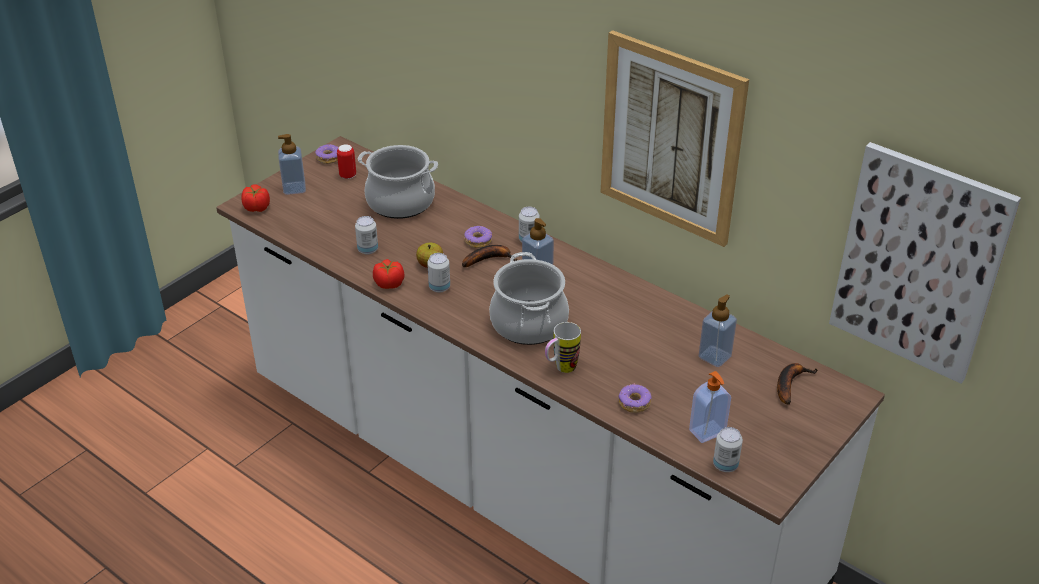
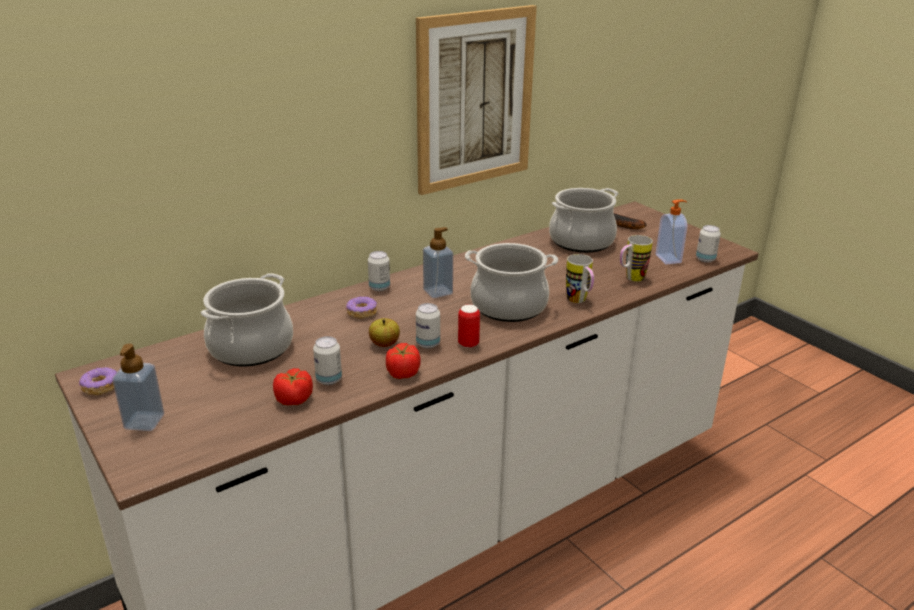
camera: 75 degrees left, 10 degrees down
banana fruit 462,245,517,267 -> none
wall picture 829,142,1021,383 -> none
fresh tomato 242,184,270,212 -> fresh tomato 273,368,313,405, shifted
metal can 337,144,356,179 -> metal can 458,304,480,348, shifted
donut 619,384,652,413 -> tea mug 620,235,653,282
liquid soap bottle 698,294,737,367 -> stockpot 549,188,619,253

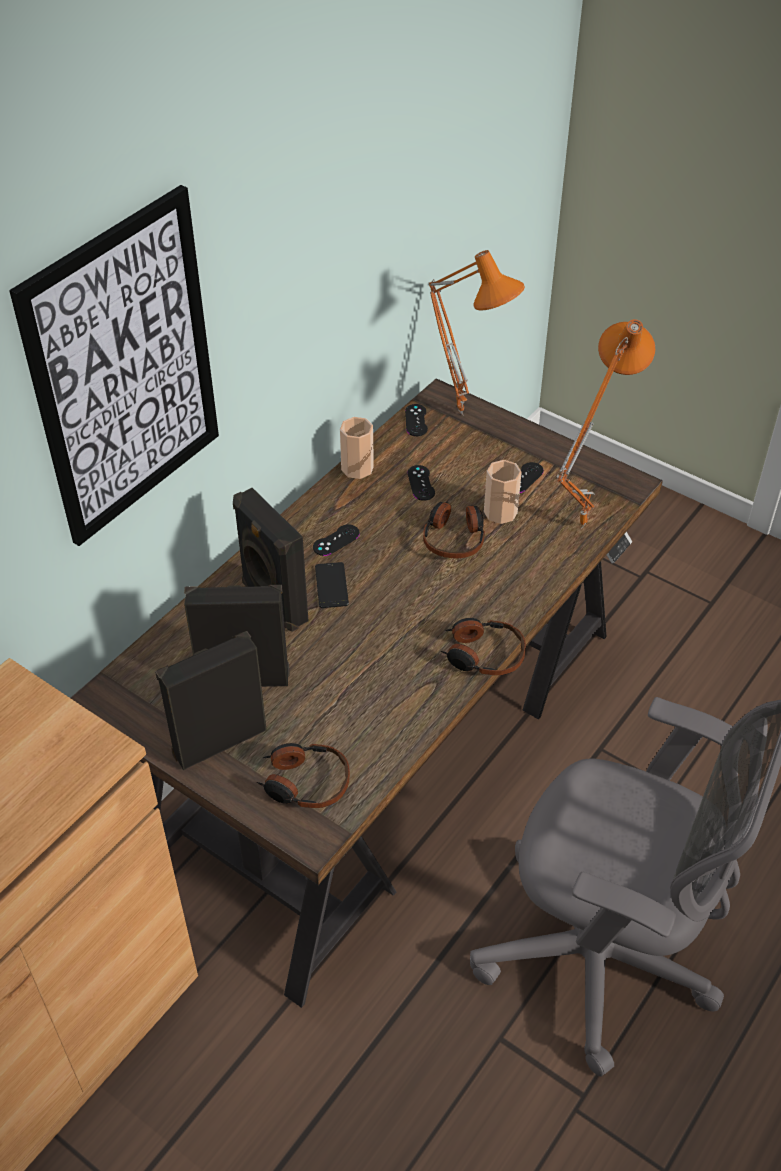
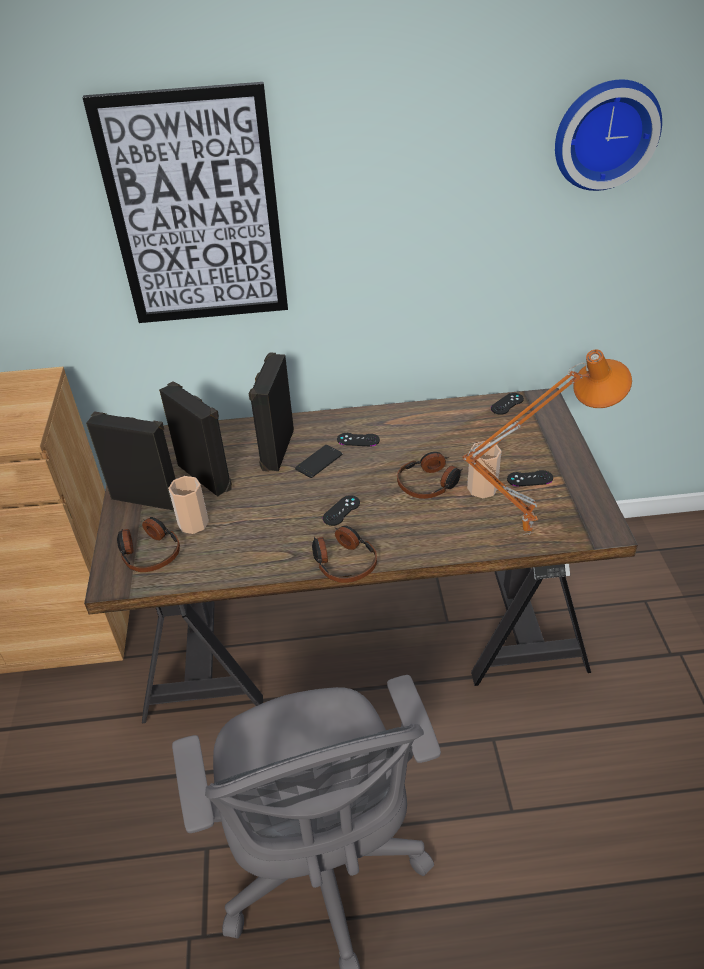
camera: 50 degrees right, 5 degrees down
table lamp (orange) 428,250,525,415 -> none
none -> clock on the wall 555,79,662,191
drinking cup 340,417,374,479 -> drinking cup 168,476,209,534, shifted
joypad (blackish) 408,465,435,501 -> joypad (blackish) 323,495,360,526, shifted

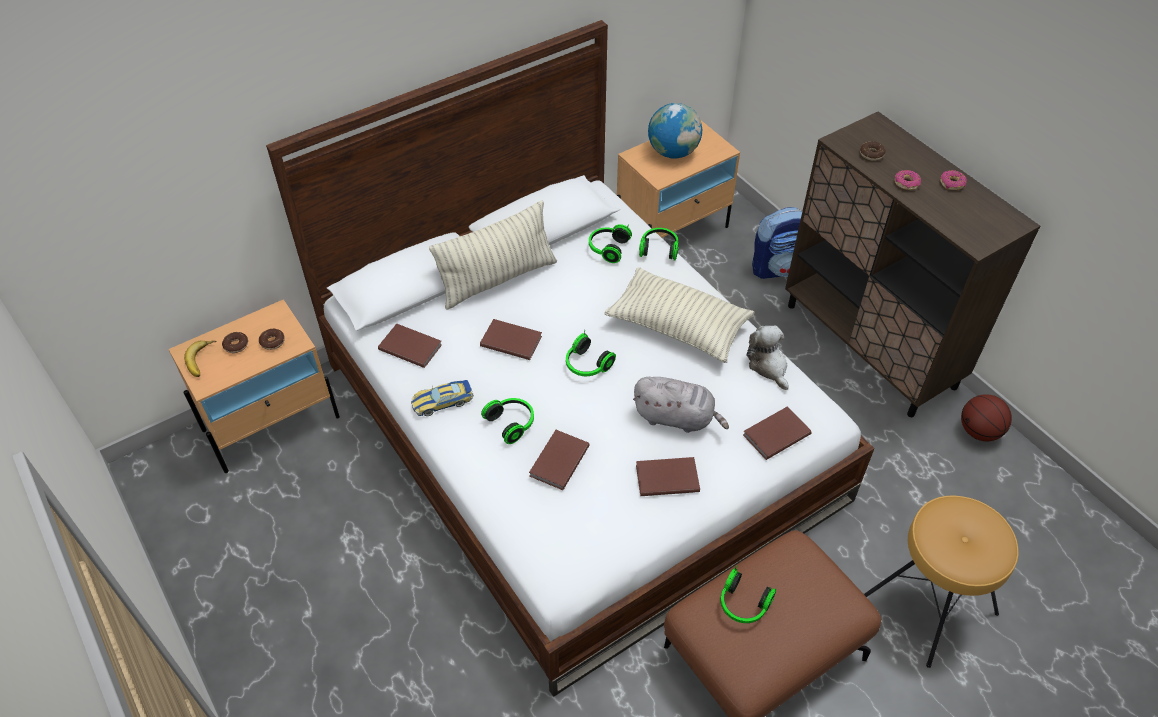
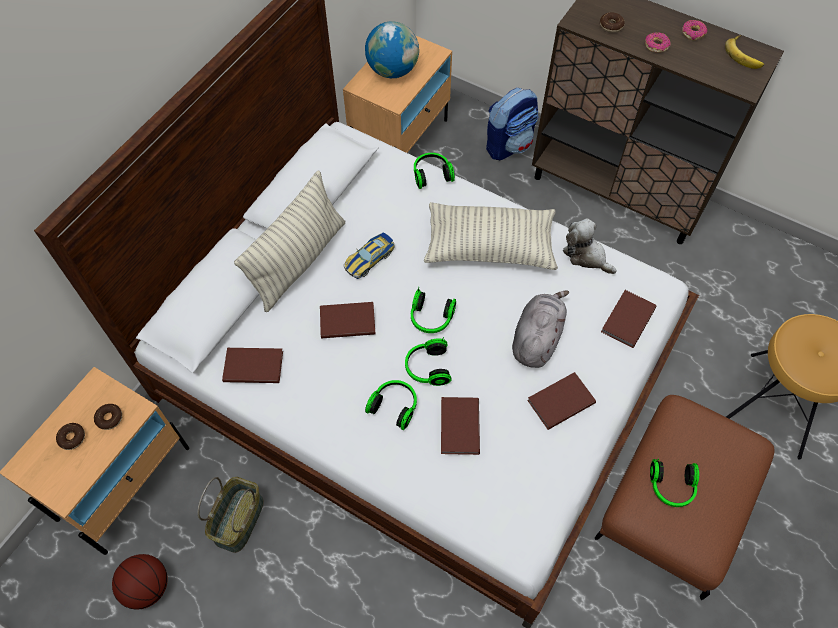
camera: 25 degrees left, 10 degrees up
none -> storage basket 197,477,264,553
banana fruit 184,340,216,377 -> banana fruit 725,35,764,69, shifted
miniature car 411,380,473,416 -> miniature car 344,232,395,279, shifted
headset 589,224,632,263 -> headset 405,337,452,386, shifted
basketball 961,394,1012,441 -> basketball 112,554,168,610, shifted
plush toy (gray) 633,377,729,433 -> plush toy (gray) 512,290,569,368, 60 degrees counterclockwise

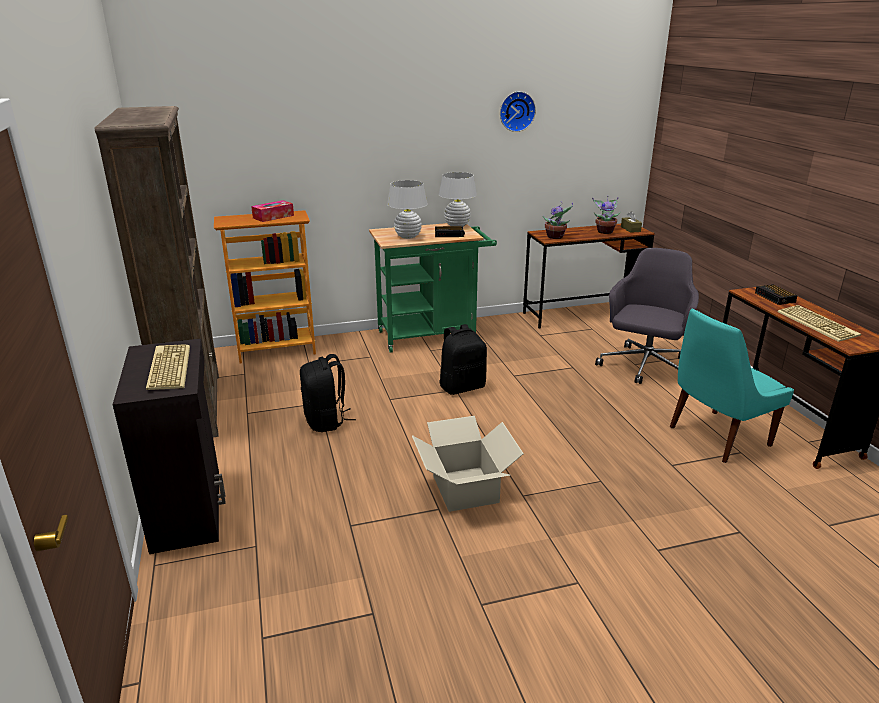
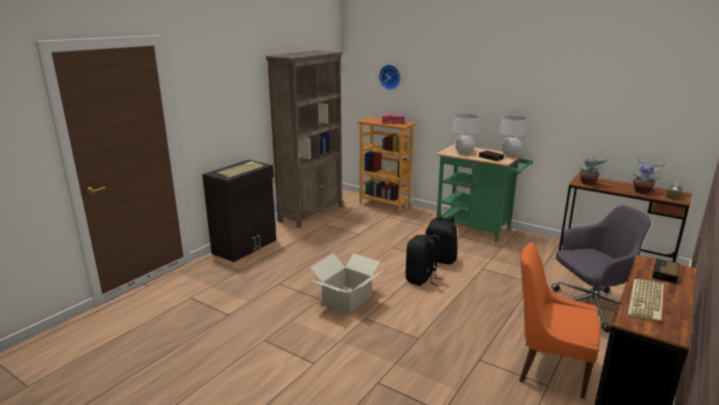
camera: 50 degrees right, 5 degrees down
knapsack (blackish) 300,354,356,432 -> knapsack (blackish) 405,234,444,286, shifted
clock on the wall 500,91,536,132 -> clock on the wall 379,65,401,90, shifted
plain chair (turquoise) 670,308,794,463 -> plain chair (orange) 519,242,600,399

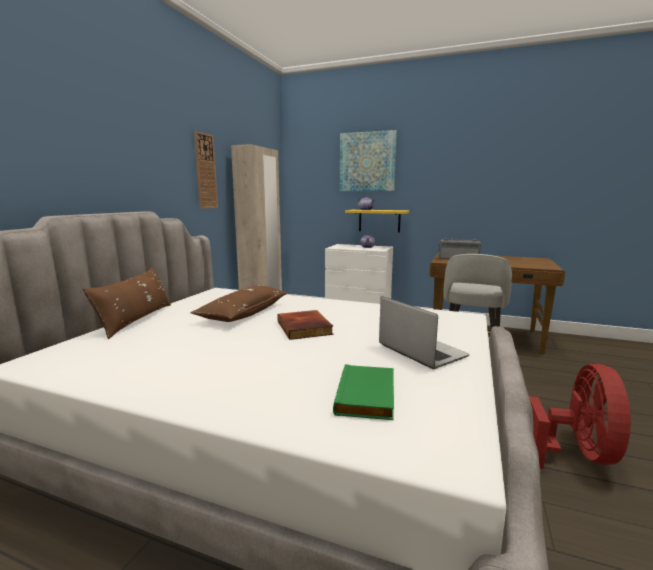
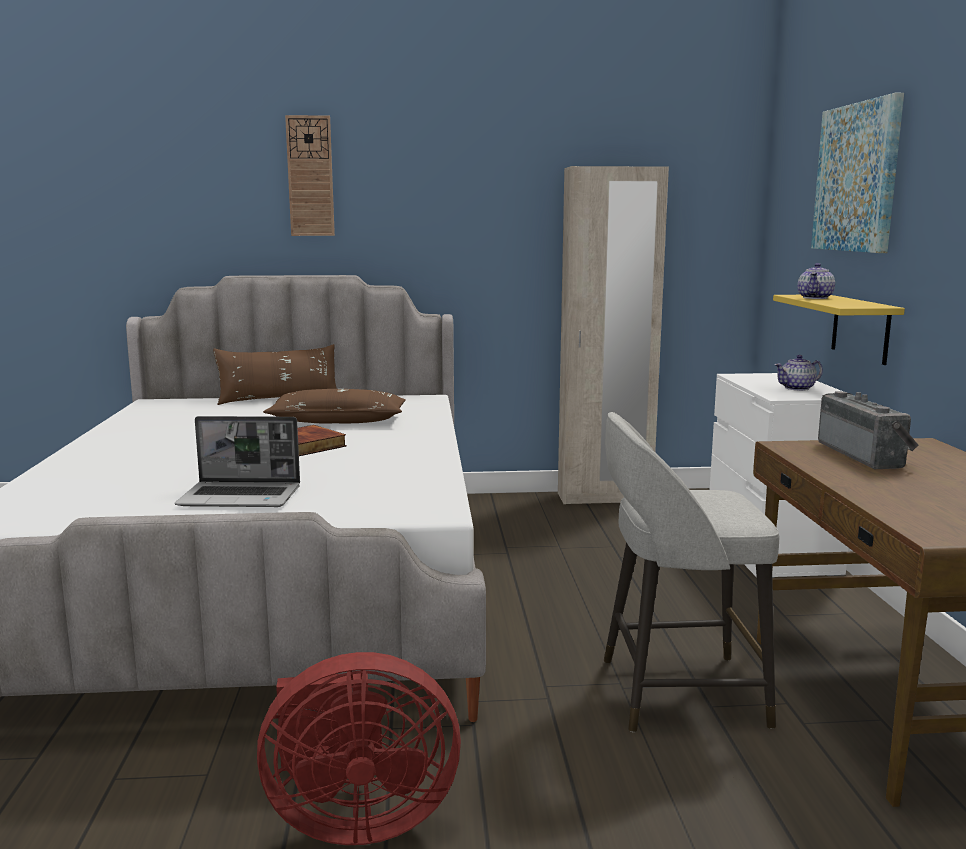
camera: 65 degrees right, 0 degrees up
volume (green) 333,364,394,420 -> none
clock on the wall 194,131,218,209 -> clock on the wall 285,115,335,236, shifted
notebook computer 379,296,470,369 -> notebook computer 175,416,300,507, 60 degrees clockwise

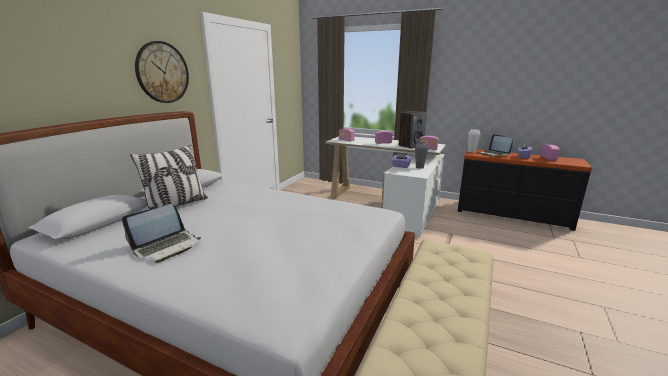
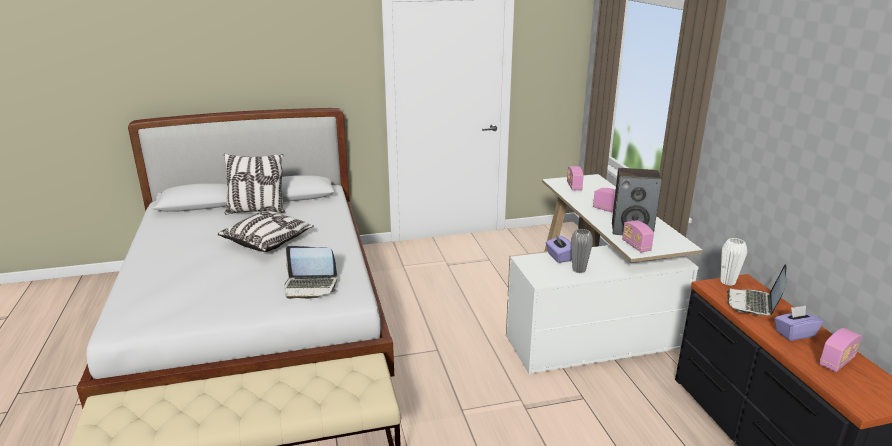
camera: 50 degrees right, 5 degrees up
clock on the wall 135,41,189,103 -> none
none -> throw pillow 218,211,314,252
notebook computer 122,204,201,263 -> notebook computer 284,246,338,299, shifted

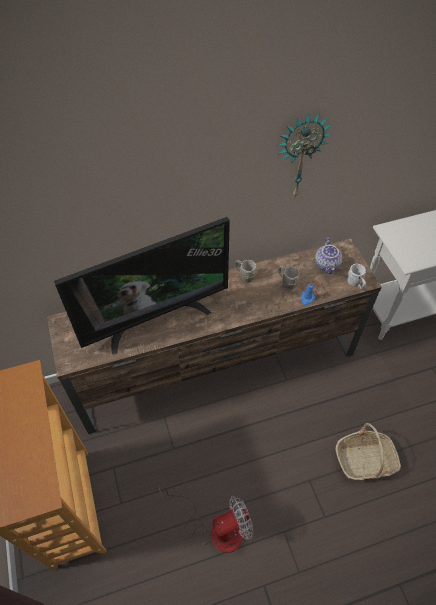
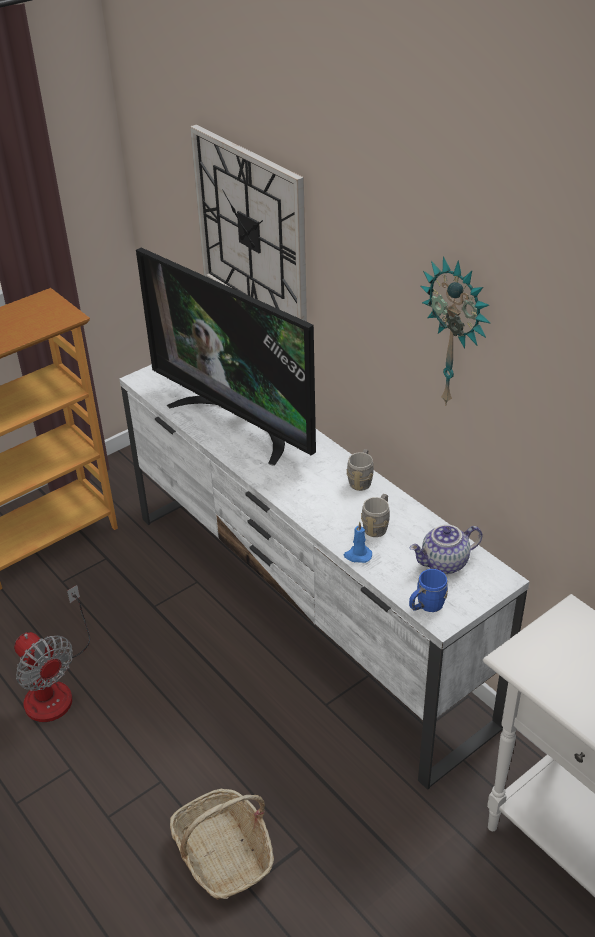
camera: 70 degrees right, 15 degrees down
none -> clock on the wall 190,125,307,322
media console (brown) 47,239,382,434 -> media console (white-coloured) 119,364,530,790
tea mug (white-coloured) 347,264,366,289 -> tea mug (blue) 409,569,448,612

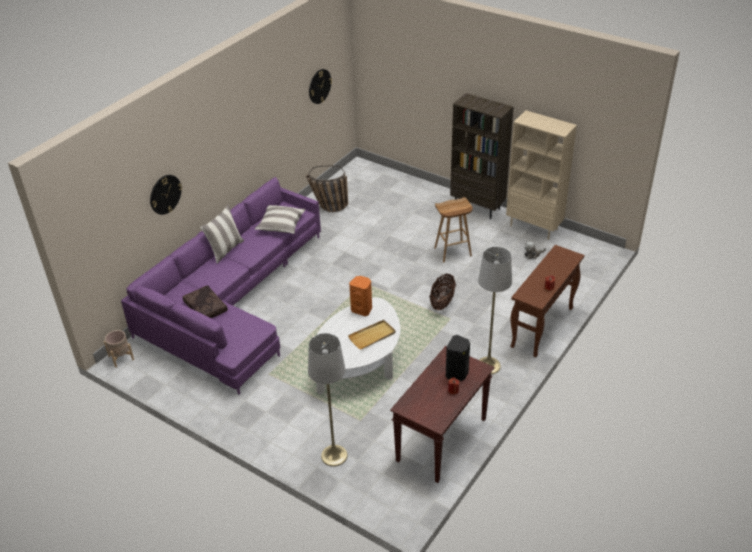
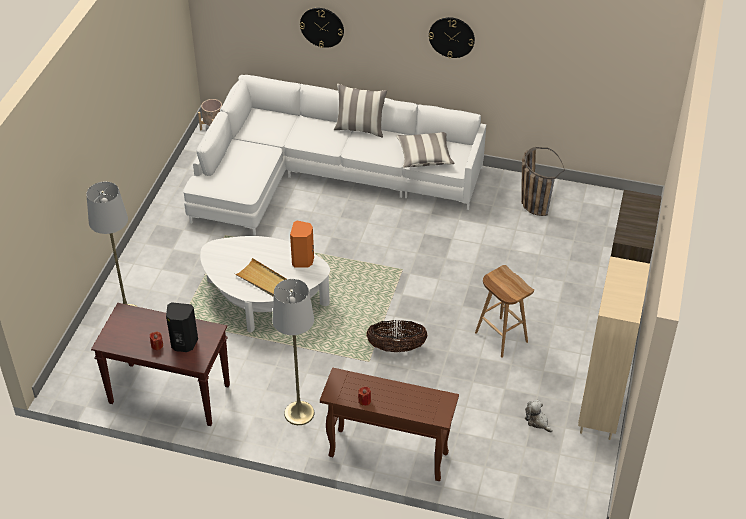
camera: 70 degrees right, 5 degrees up
throw pillow (brown) 182,285,228,318 -> none
clock on the wall 309,69,332,104 -> clock on the wall 429,17,475,58, shifted
sofa (purplish) 121,177,321,395 -> sofa (white-coloured) 183,75,486,236

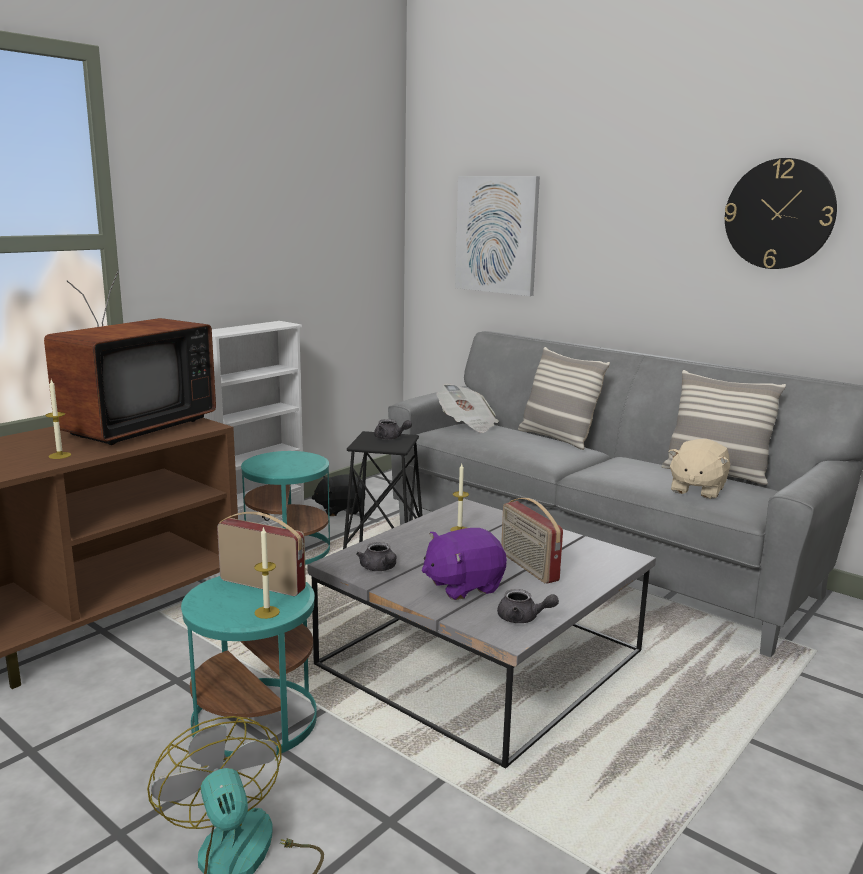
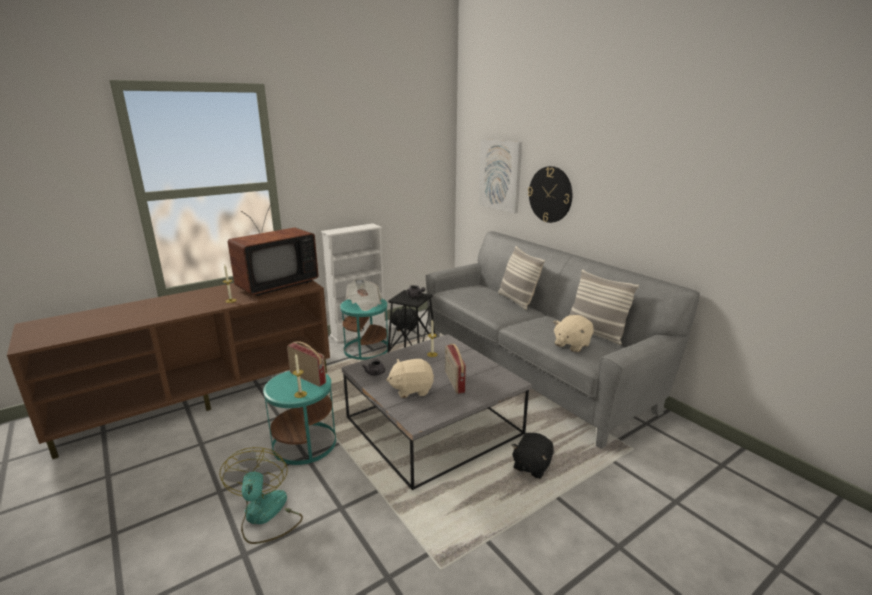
camera: 15 degrees right, 5 degrees up
pot for tea (gray) 497,589,559,623 -> none
none -> plush toy (blackish) 511,433,554,479
daily paper 436,384,499,433 -> daily paper 347,279,382,311, shifted
clock on the wall 724,158,837,269 -> clock on the wall 528,166,572,223, shifted
plush toy (purplish) 422,528,507,600 -> plush toy (sand-coloured) 386,359,434,398

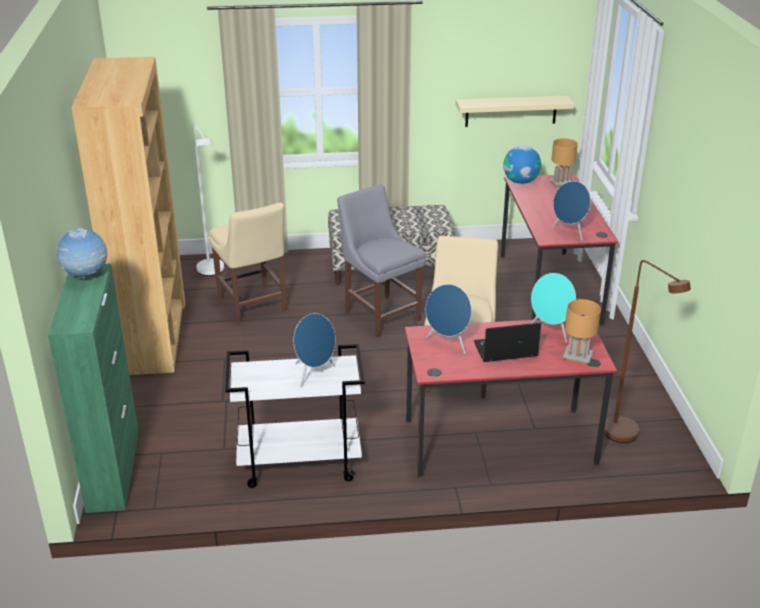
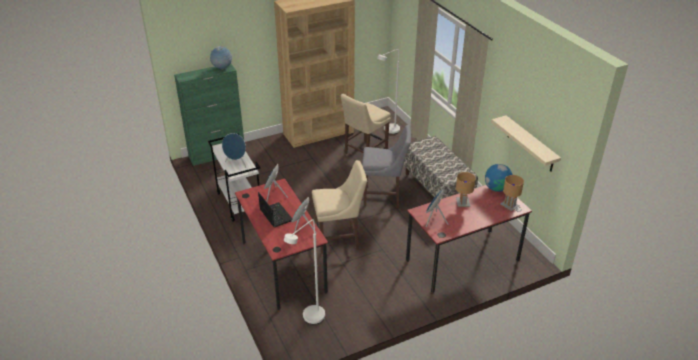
camera: 70 degrees right, 5 degrees up
table lamp (brown) 563,299,601,364 -> table lamp (brown) 456,172,476,207, shifted
standing lamp (brown) 604,260,691,443 -> standing lamp (white-coloured) 284,219,325,324
plain chair (gray) 337,184,426,338 -> plain chair (gray) 362,125,411,208, 60 degrees clockwise

